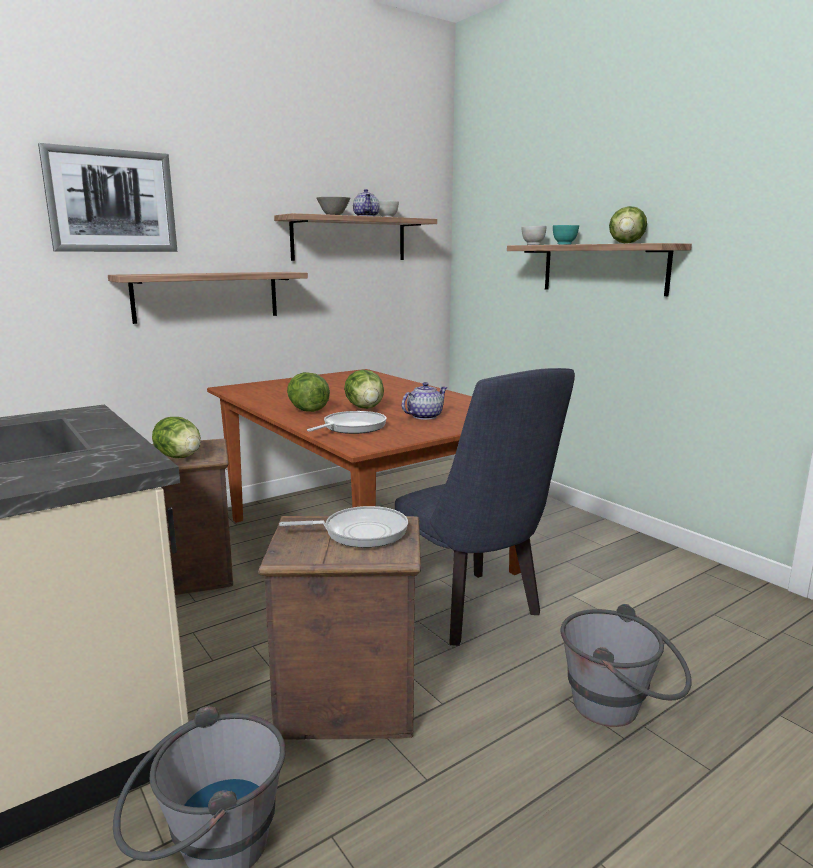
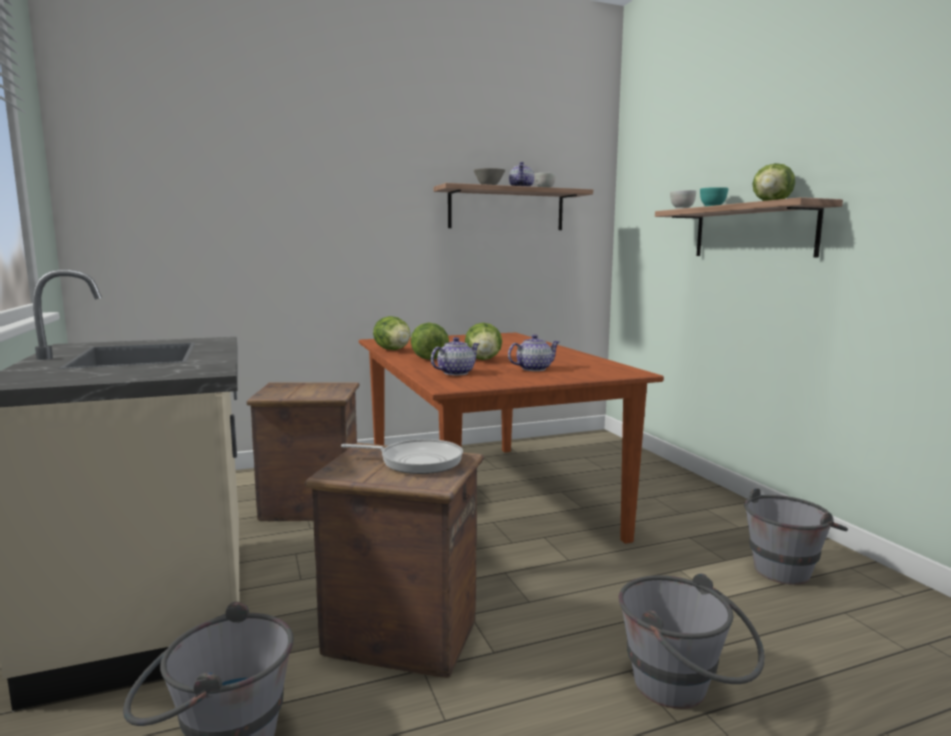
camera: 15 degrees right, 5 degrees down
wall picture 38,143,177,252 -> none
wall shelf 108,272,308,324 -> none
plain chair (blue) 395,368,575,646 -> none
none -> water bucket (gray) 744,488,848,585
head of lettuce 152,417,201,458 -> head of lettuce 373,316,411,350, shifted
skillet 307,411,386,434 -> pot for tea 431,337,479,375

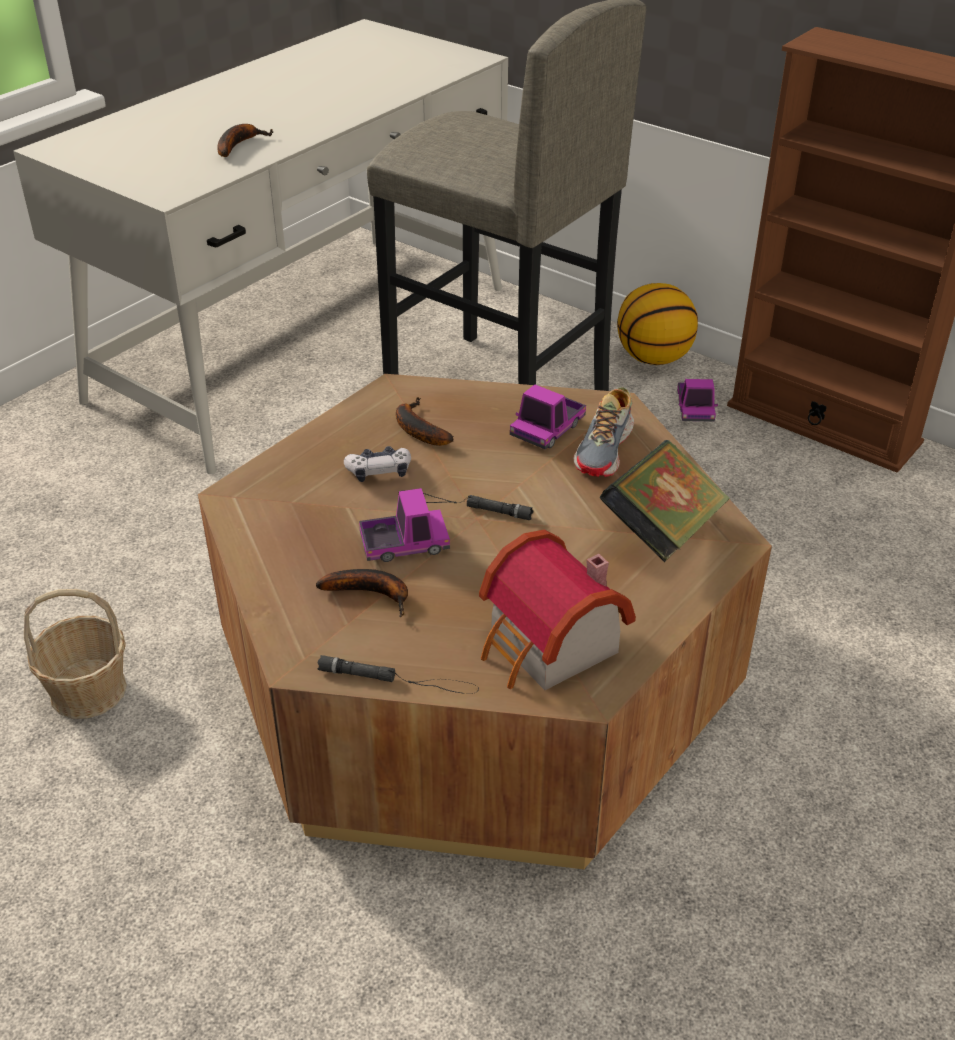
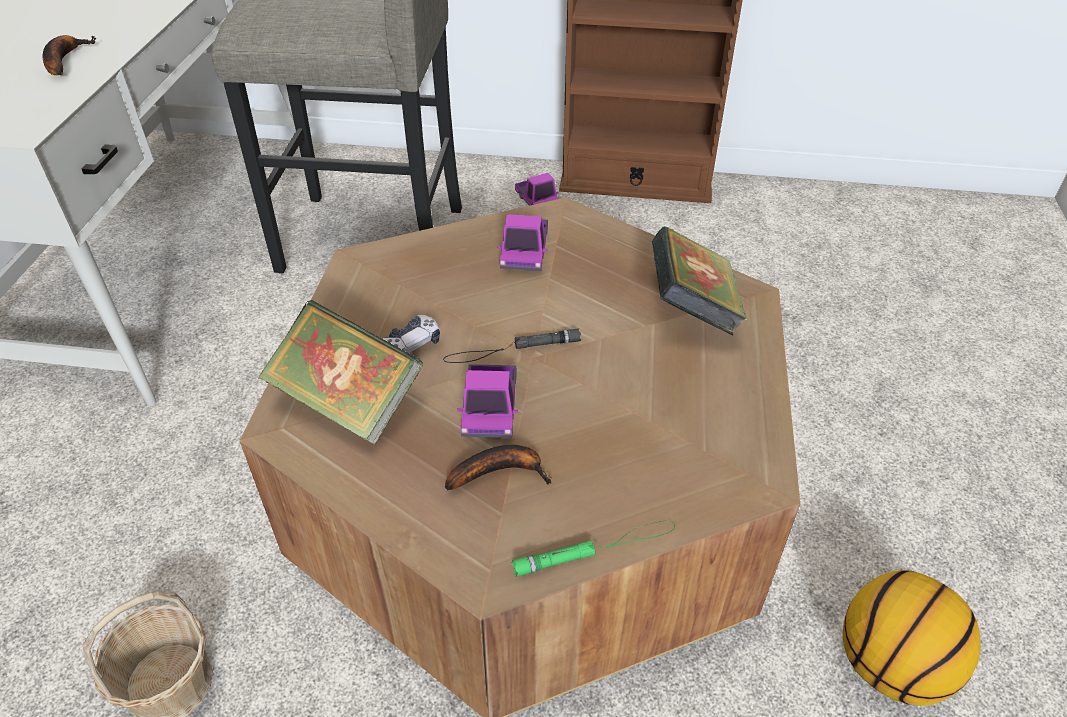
camera: 30 degrees left, 5 degrees up
banana fruit 396,397,454,446 -> none
model house 479,529,636,690 -> none
low shoe 574,387,634,477 -> none
none -> volume 258,300,423,445
basketball 617,283,698,365 -> basketball 843,570,980,706, shifted
hand torch (blackish) 317,655,479,694 -> hand torch (green) 512,521,675,577
toy truck 359,488,450,562 -> toy truck 457,364,518,438, 135 degrees clockwise

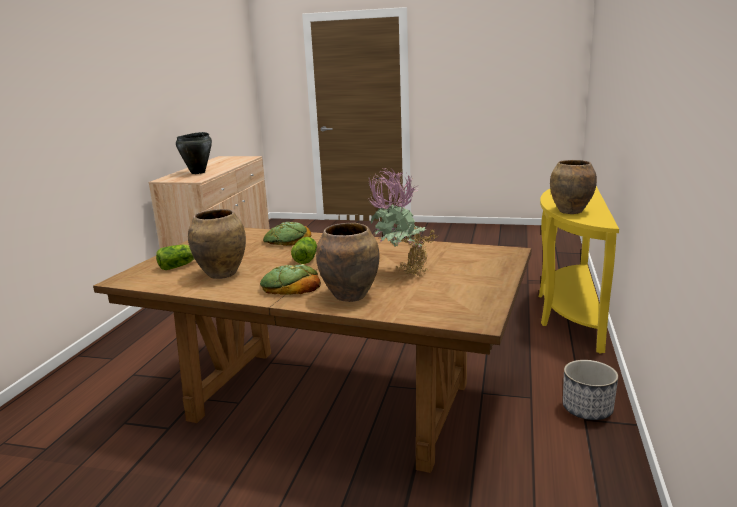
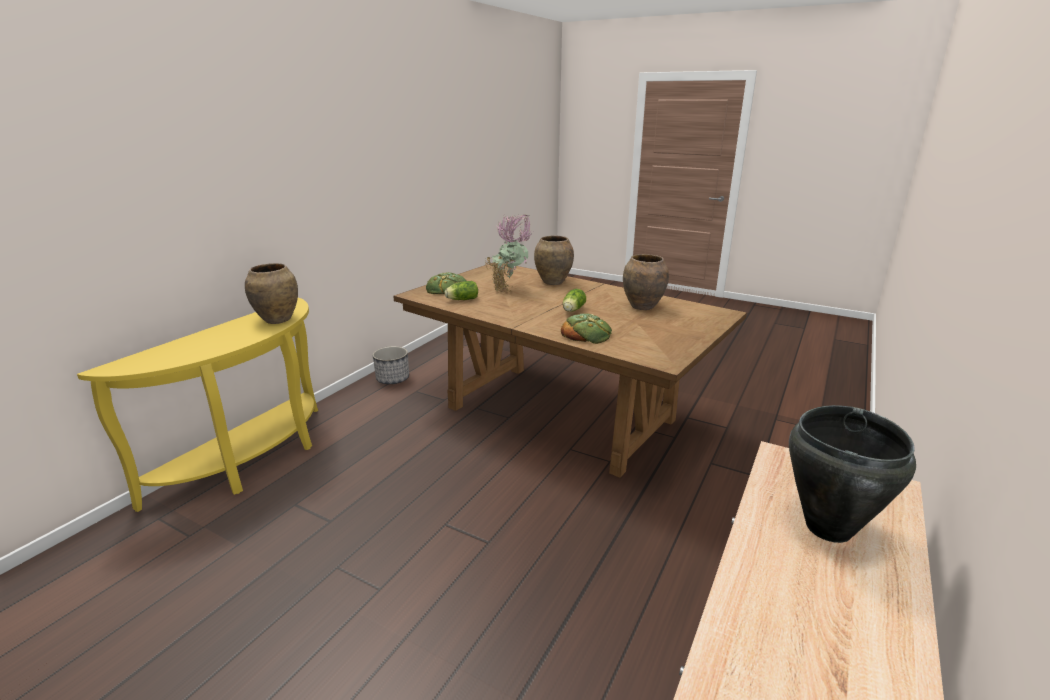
camera: 165 degrees left, 5 degrees up
head of lettuce 156,245,194,270 -> head of lettuce 445,281,478,300, shifted
bread 260,264,321,295 -> bread 426,272,466,294, shifted

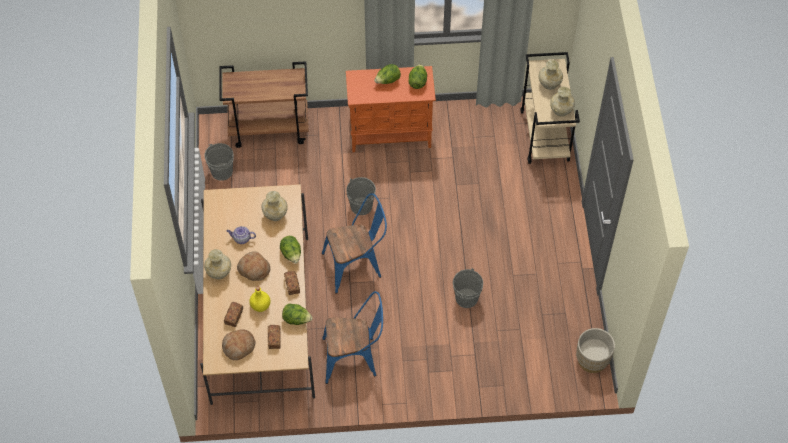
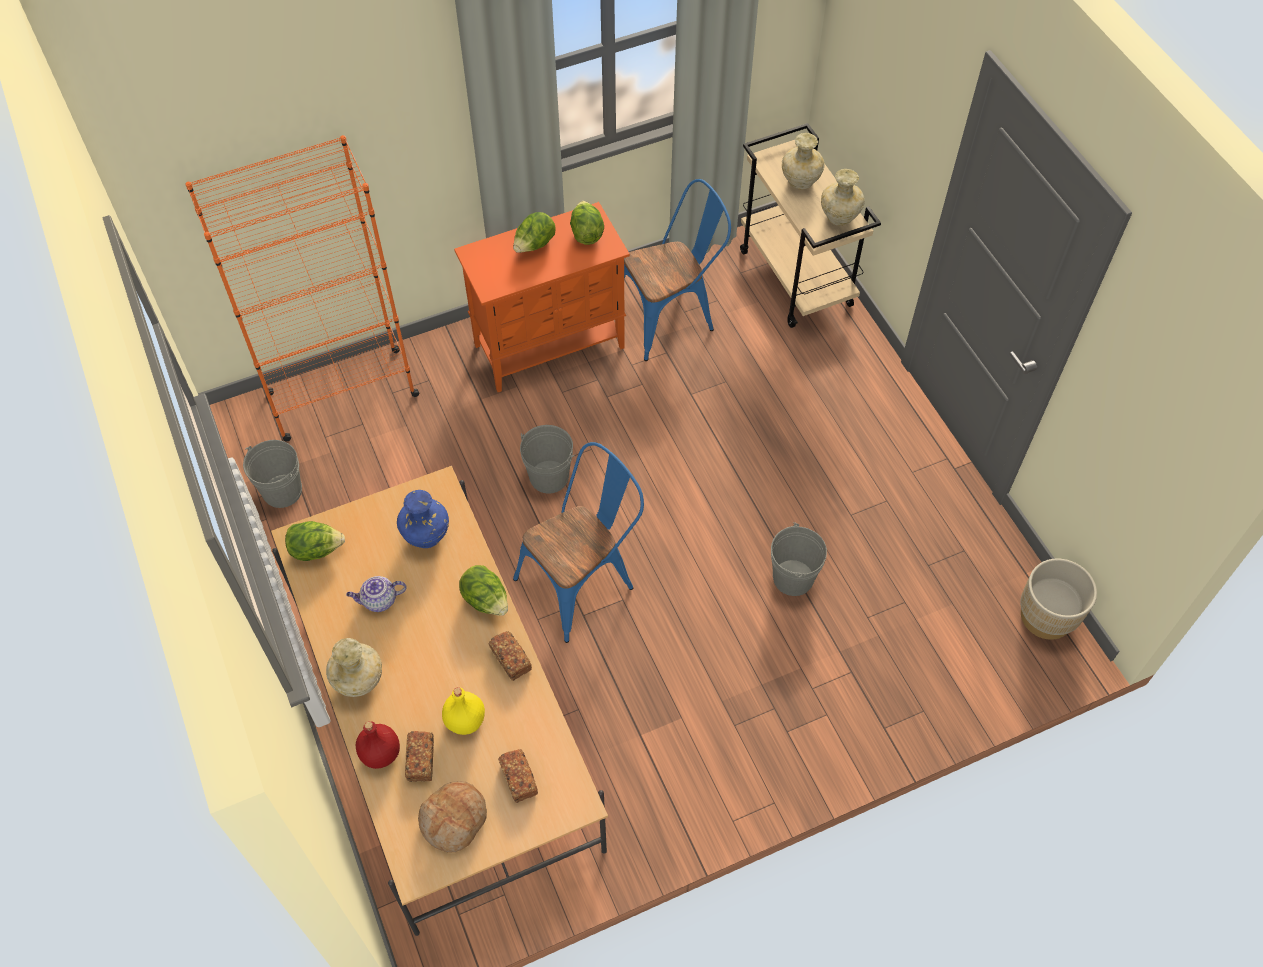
camera: 20 degrees left, 0 degrees up
bread 237,251,270,281 -> none
none -> bottle (reddish) 356,721,400,769
head of lettuce 282,304,313,325 -> head of lettuce 285,521,345,561, shifted
plain chair (blue) 322,291,383,384 -> plain chair (blue) 624,179,731,361, shifted
trolley (brown) 219,61,309,148 -> bookshelf (orange) 185,135,420,442
decorative vase (sand-coloured) 261,191,288,221 -> decorative vase (blue) 397,490,449,548

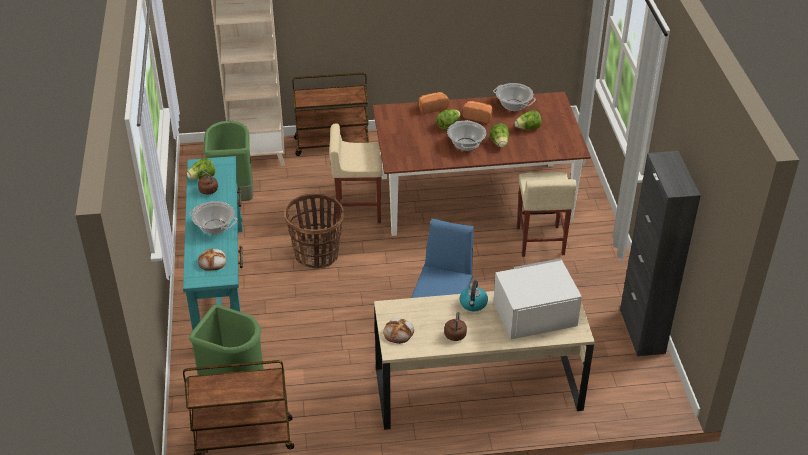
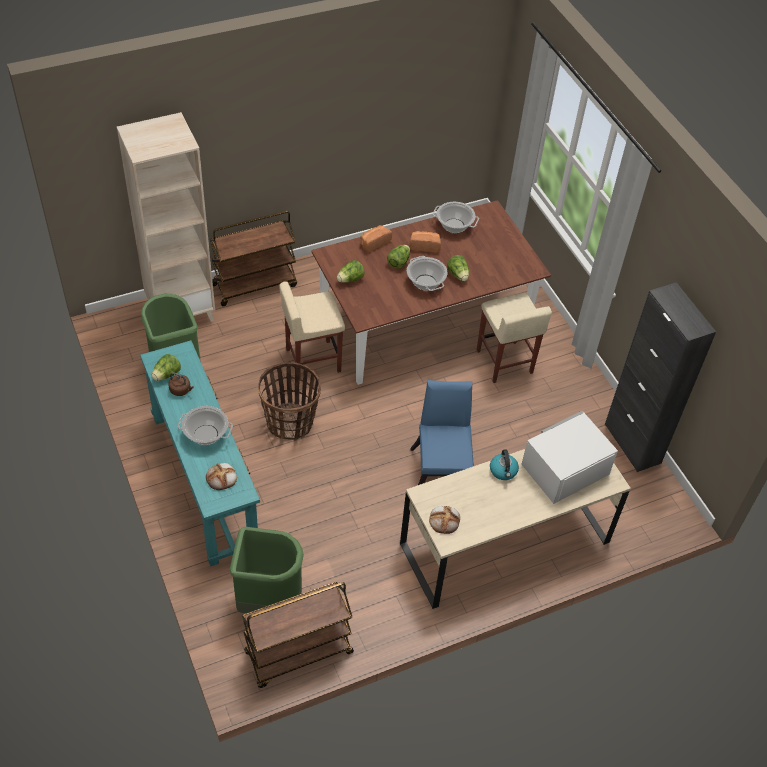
camera: 20 degrees left, 10 degrees up
tea kettle (brown) 444,312,467,341 -> none
head of lettuce 514,110,542,130 -> head of lettuce 337,260,365,283, shifted

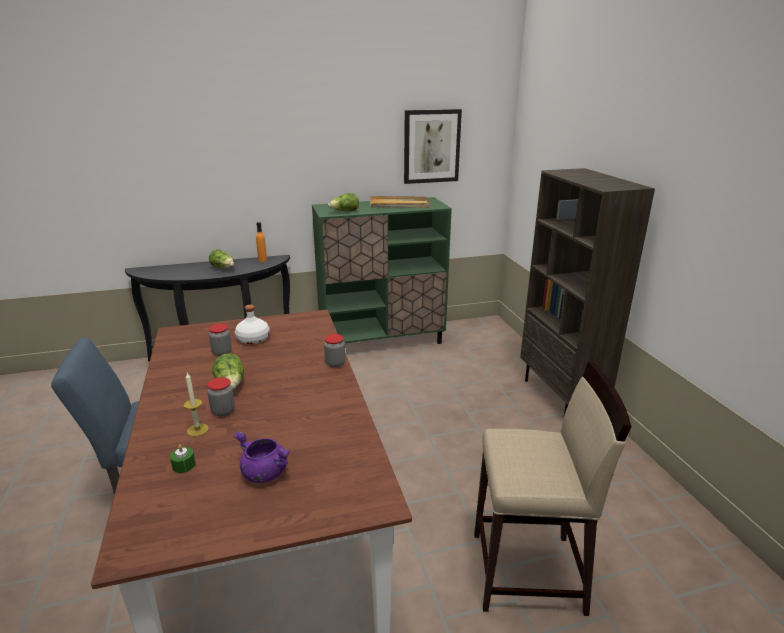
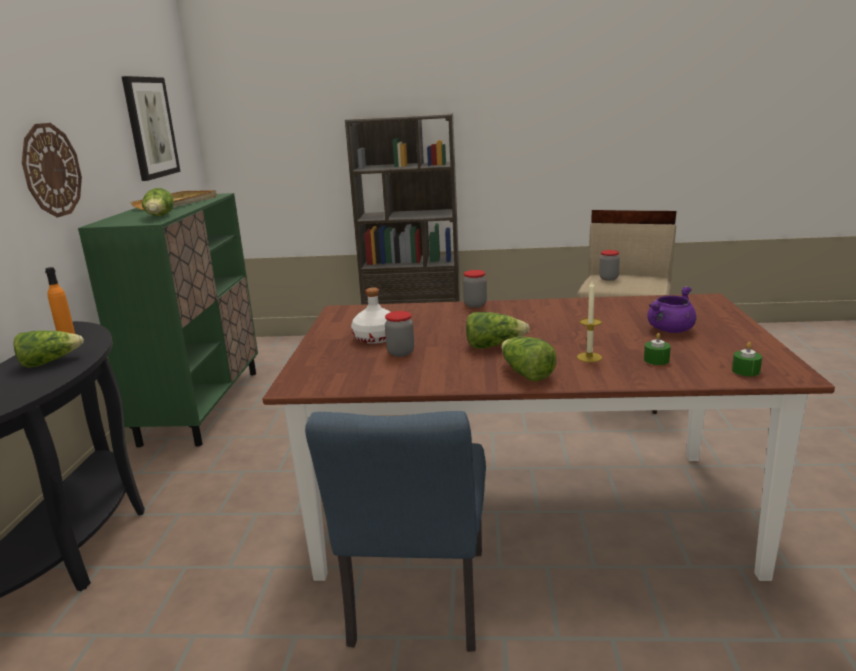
camera: 70 degrees left, 5 degrees down
none -> clock on the wall 22,123,82,217
none -> head of lettuce 501,337,557,382
none -> wax light (green) 732,342,762,376
jar 207,377,235,417 -> jar 599,250,620,280, shifted

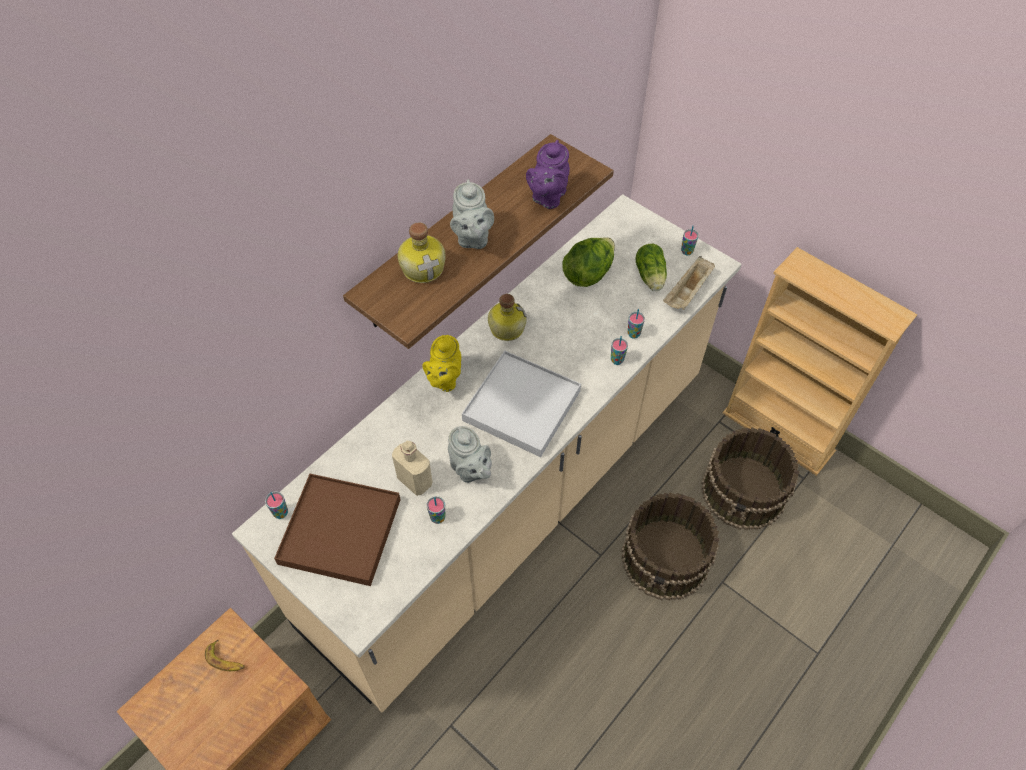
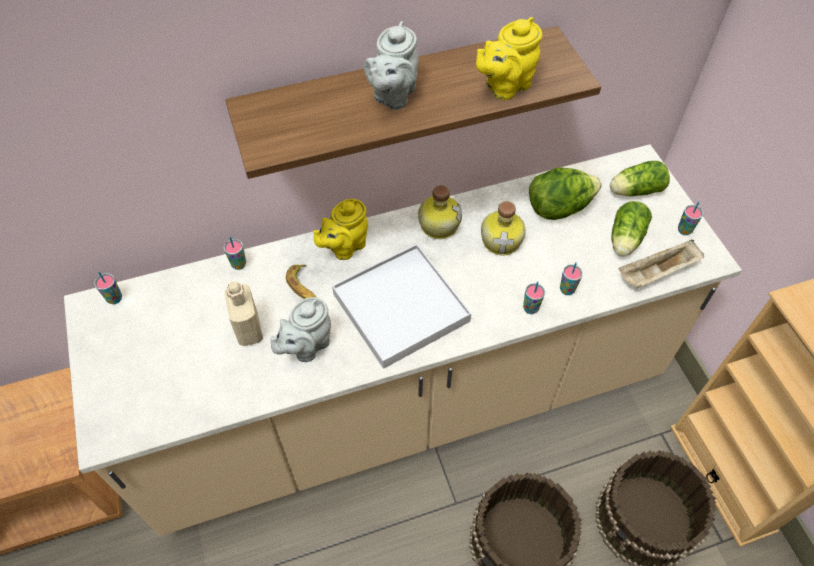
camera: 30 degrees right, 0 degrees up
serving tray (brown) 274,474,401,586 -> none
none -> head of lettuce 610,161,670,196
banana fruit 205,640,244,671 -> banana fruit 286,265,316,299, shifted
bottle 398,222,446,283 -> bottle 481,201,526,256, shifted
drinking cup 426,496,445,524 -> drinking cup 224,236,246,270, shifted
pot for tea (purplish) 526,140,570,209 -> pot for tea (yellow) 476,17,542,100
pot for tea (gray) 448,426,492,483 -> pot for tea (gray) 270,297,331,362, 45 degrees clockwise

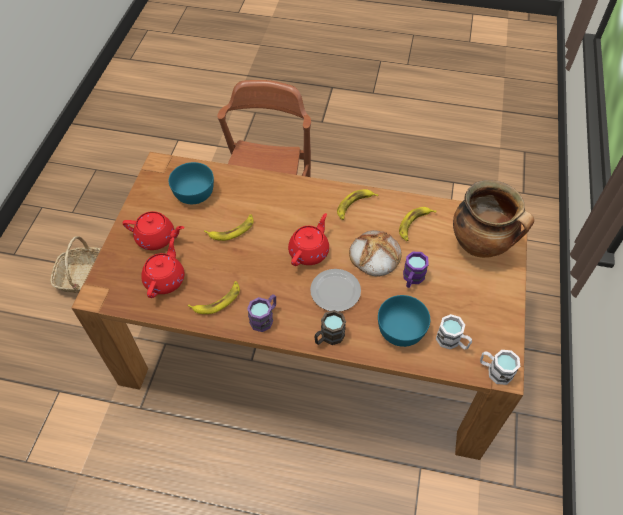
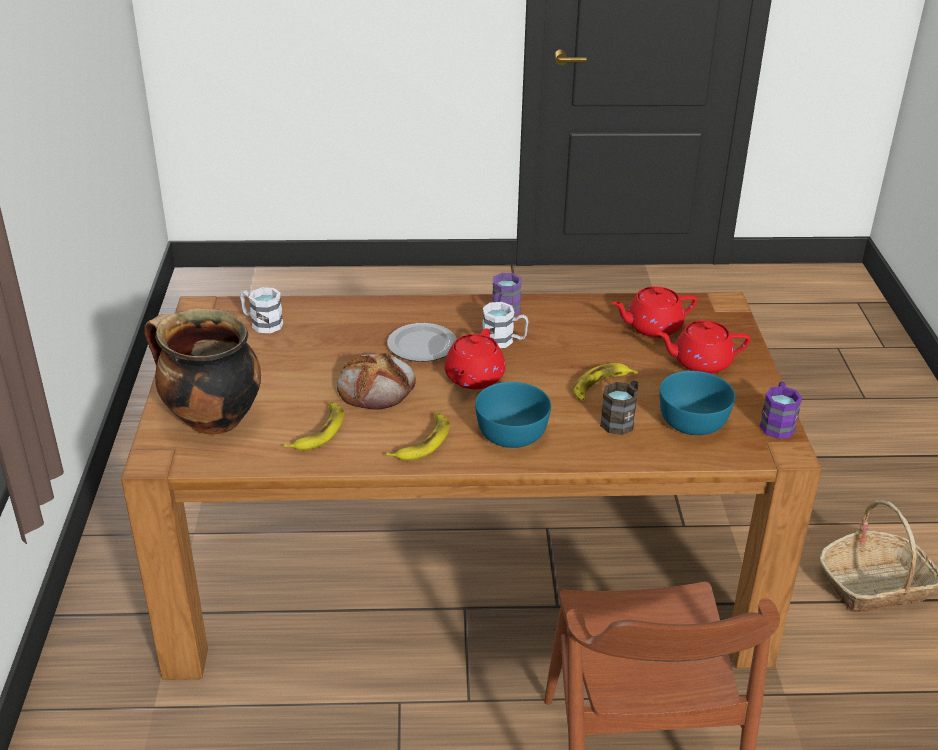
camera: 165 degrees right, 20 degrees down
banana fruit 188,281,240,314 -> none
tea mug (brown) 315,310,346,345 -> tea mug (brown) 600,381,638,435, shifted
serving bowl (turquoise) 378,295,430,347 -> serving bowl (turquoise) 475,382,551,448, shifted
tea mug (purplish) 403,252,429,288 -> tea mug (purplish) 760,382,802,439, shifted
tea mug (white-coloured) 480,350,520,385 -> tea mug (white-coloured) 482,302,529,348, shifted
pot for tea (reddish) 141,237,185,298 -> pot for tea (reddish) 612,287,697,338, 75 degrees clockwise

